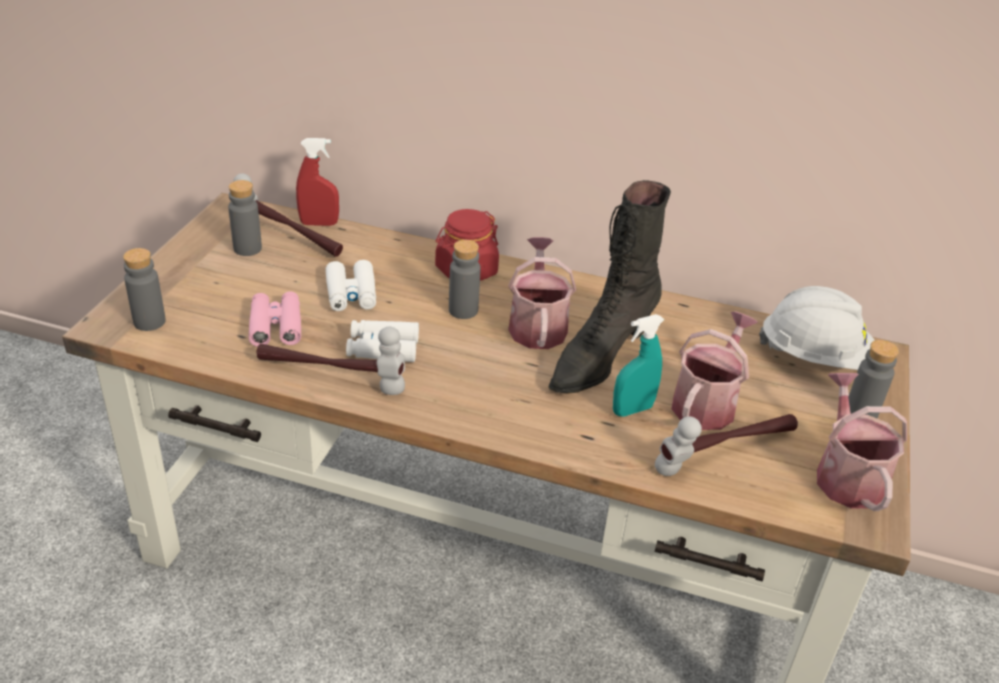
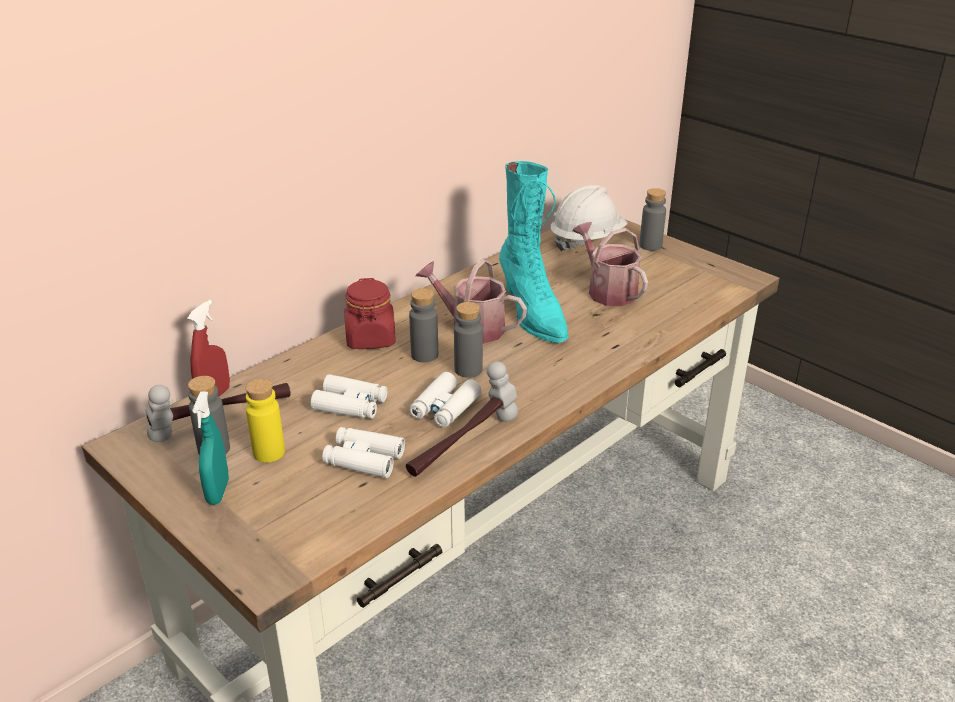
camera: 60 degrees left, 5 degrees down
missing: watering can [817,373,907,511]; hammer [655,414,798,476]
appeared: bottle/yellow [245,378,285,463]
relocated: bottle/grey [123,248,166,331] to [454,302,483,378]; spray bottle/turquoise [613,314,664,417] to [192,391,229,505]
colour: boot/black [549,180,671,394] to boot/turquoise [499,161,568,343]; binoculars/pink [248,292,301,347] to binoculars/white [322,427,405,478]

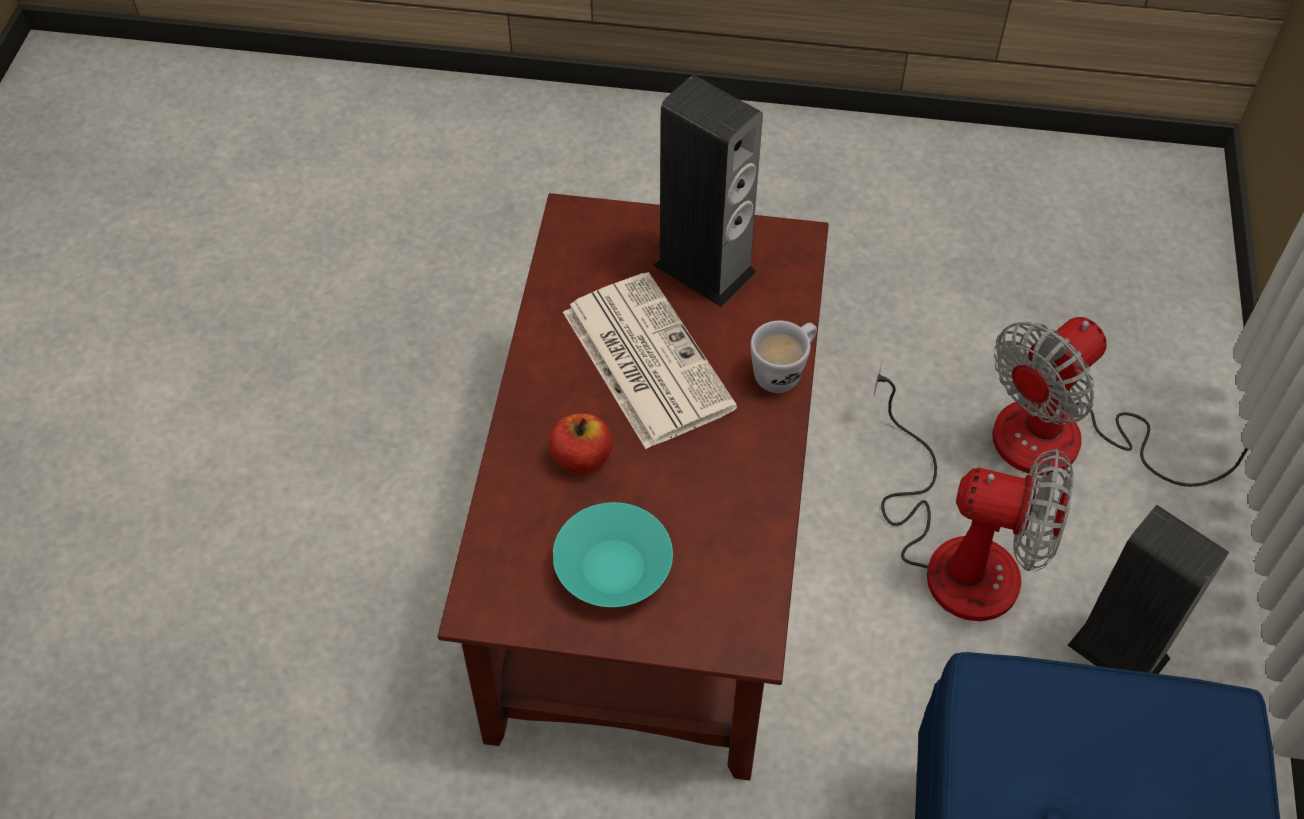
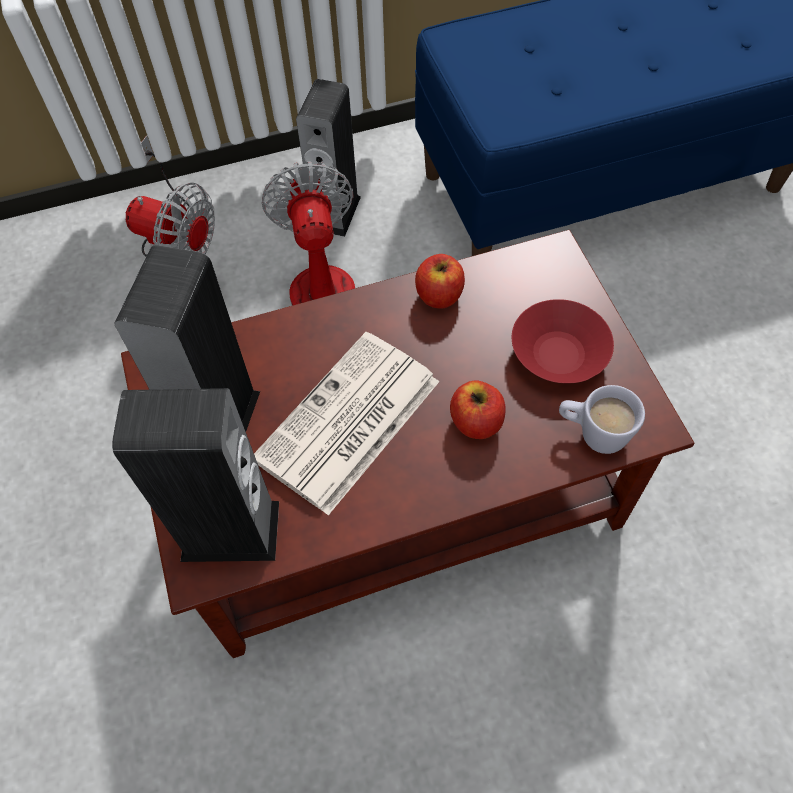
camera: 115 degrees left, 5 degrees up
appeared: apple [415,254,465,309]; speaker [112,388,279,562]
relocated: mug/white [750,320,817,393] to [559,385,645,454]
colour: bowl/turquoise [553,502,673,607] to bowl/red [512,299,614,383]

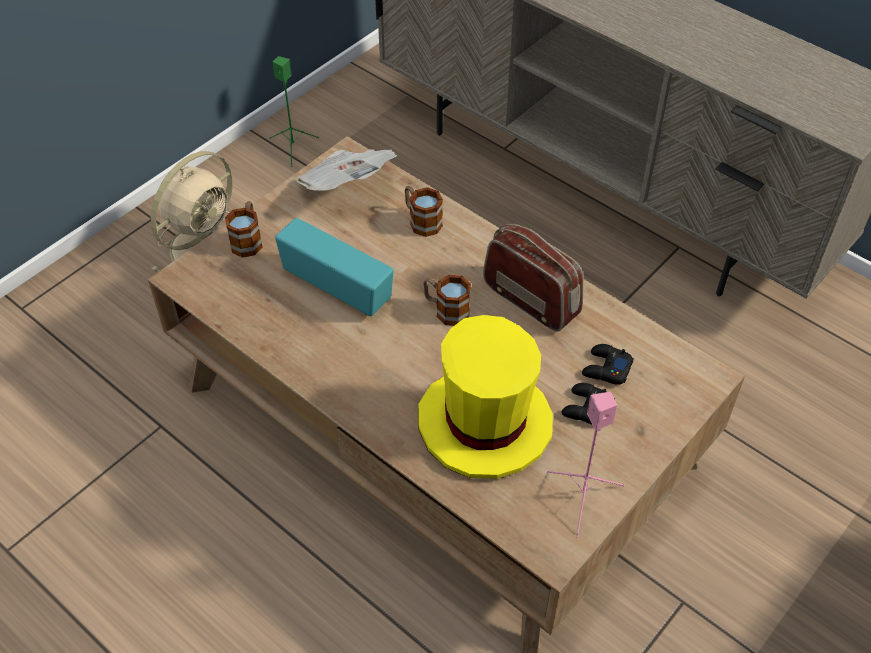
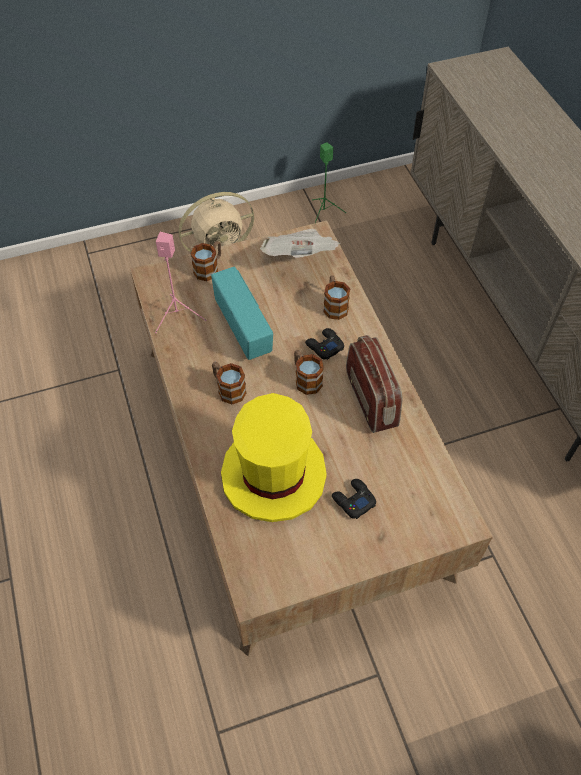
camera: 30 degrees right, 5 degrees up
appeared: mug [212,362,246,404]
relocated: game controller/black [582,344,634,385] to [305,328,344,360]; speaker/pink [546,392,625,537] to [155,232,206,333]

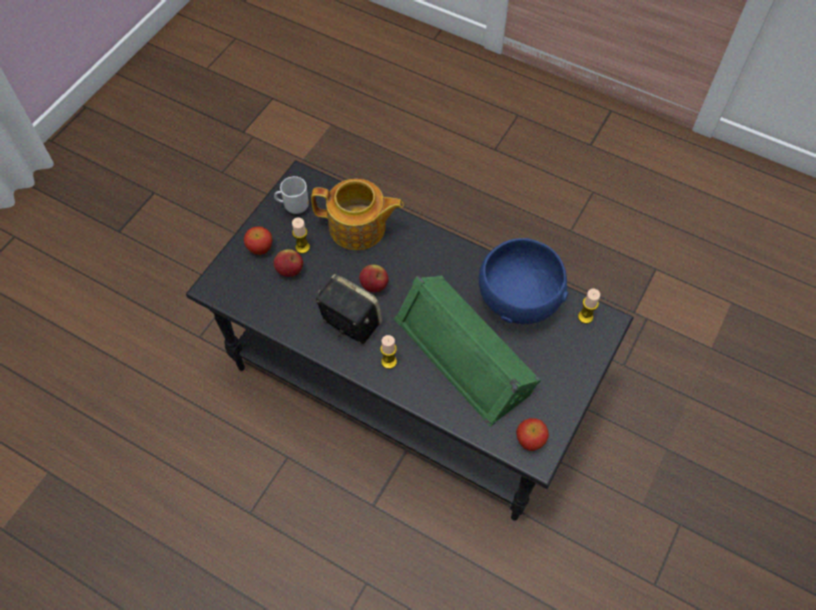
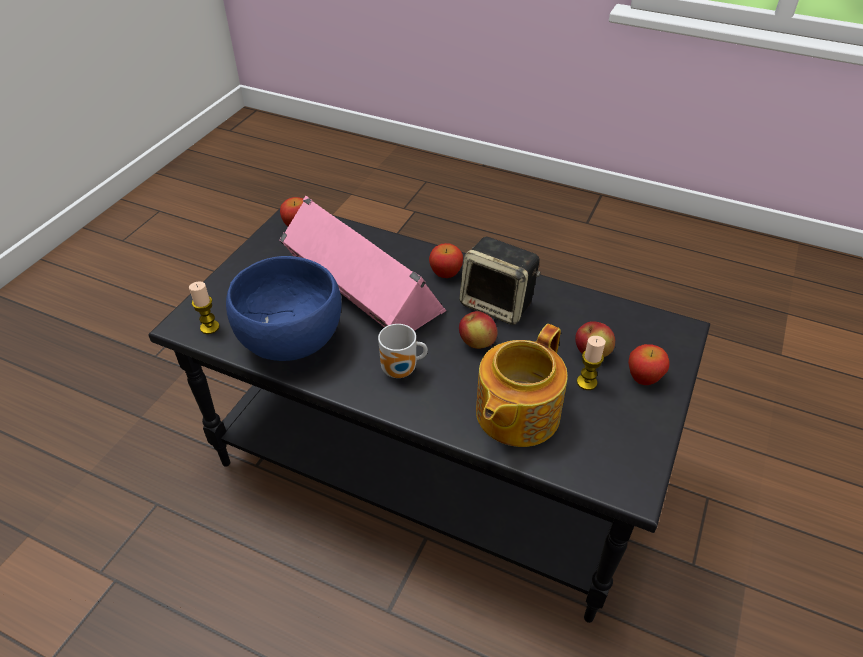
camera: 175 degrees right, 15 degrees down
relocated: mug [274,176,309,214] to [378,324,428,378]
exchanged: candle [380,335,397,369] to apple [429,243,463,278]
colour: speaker/green [394,276,541,427] to speaker/pink [280,196,446,331]
spun: teapot [311,179,404,250] = [476,324,568,447] 60 degrees counterclockwise

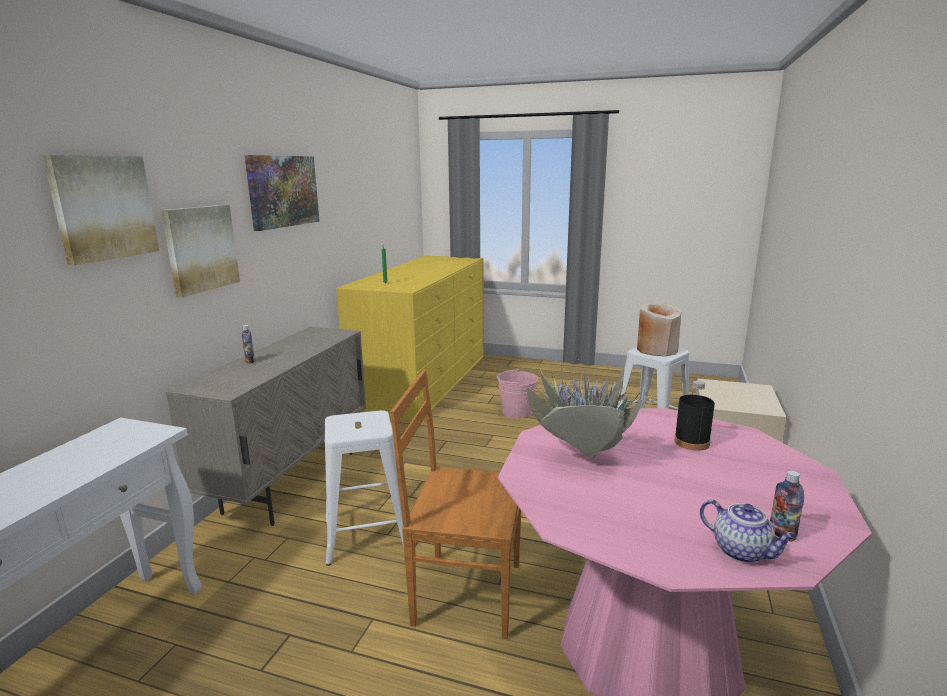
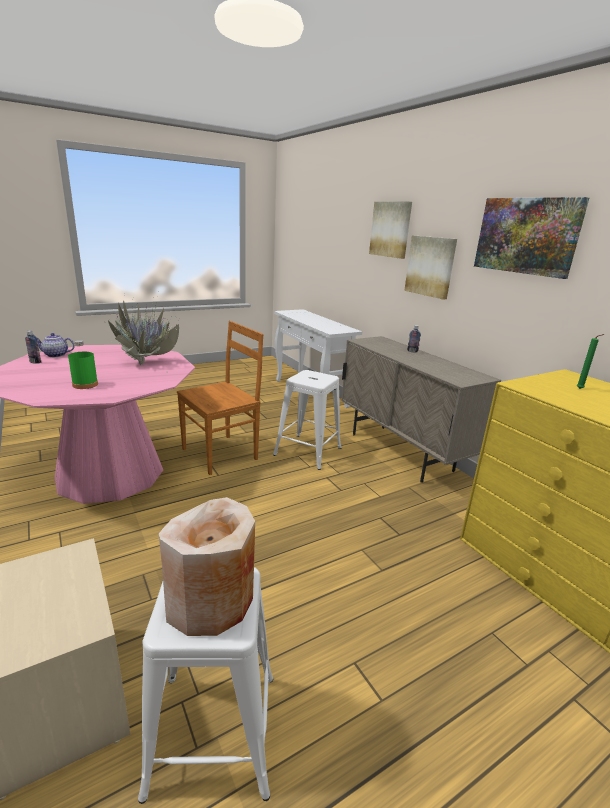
camera: 130 degrees right, 5 degrees up
missing: bucket/pink [497,369,538,419]
colour: bottle/black [674,380,715,451] to bottle/green [68,340,98,389]

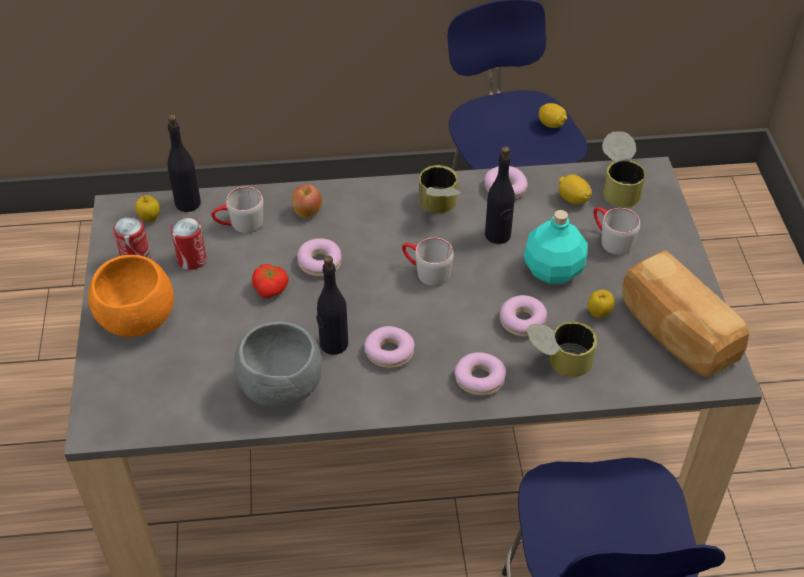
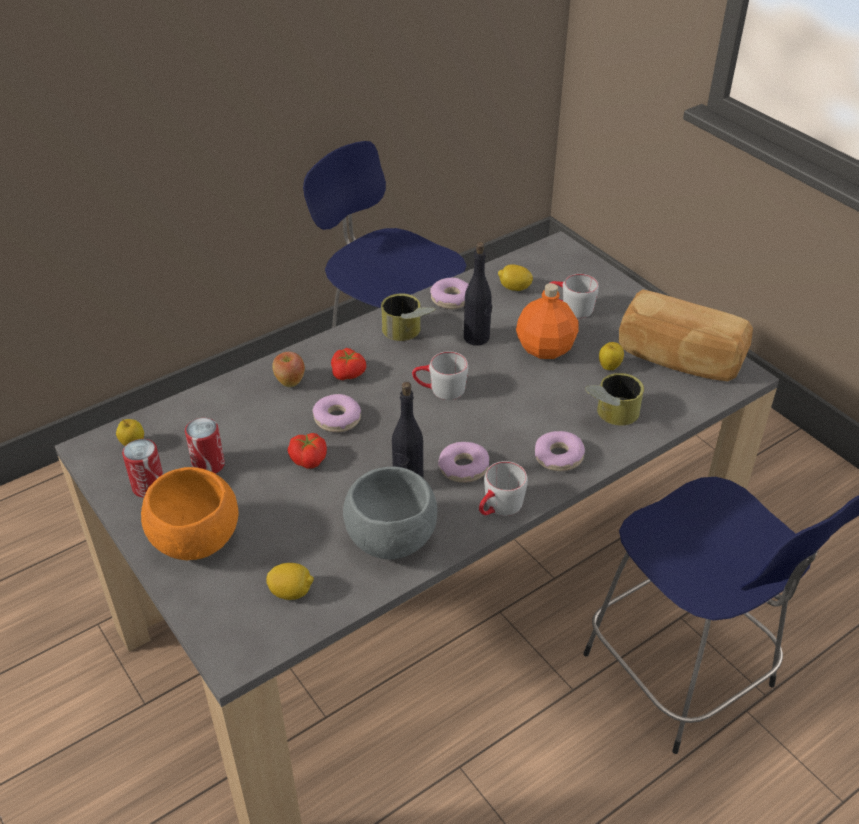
camera: 30 degrees left, 5 degrees down
missing: bottle/black [168,115,201,212]; can [602,131,646,208]; donut [500,295,547,337]
appeared: tomato [331,348,366,380]
relocated: lemon [539,103,567,128] to [266,563,314,600]; mug/grey [211,187,263,233] to [479,461,528,516]
colour: bottle/turquoise [523,210,588,284] to bottle/orange [516,283,579,359]

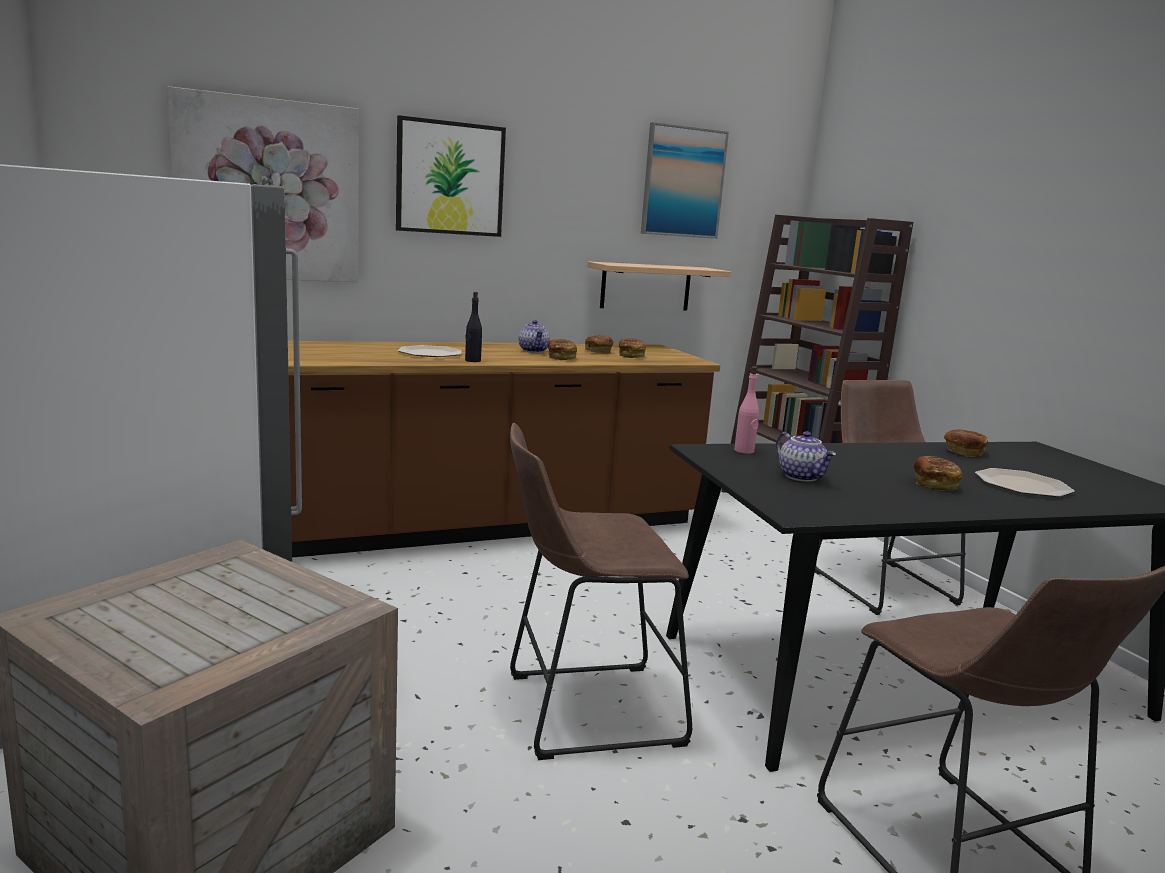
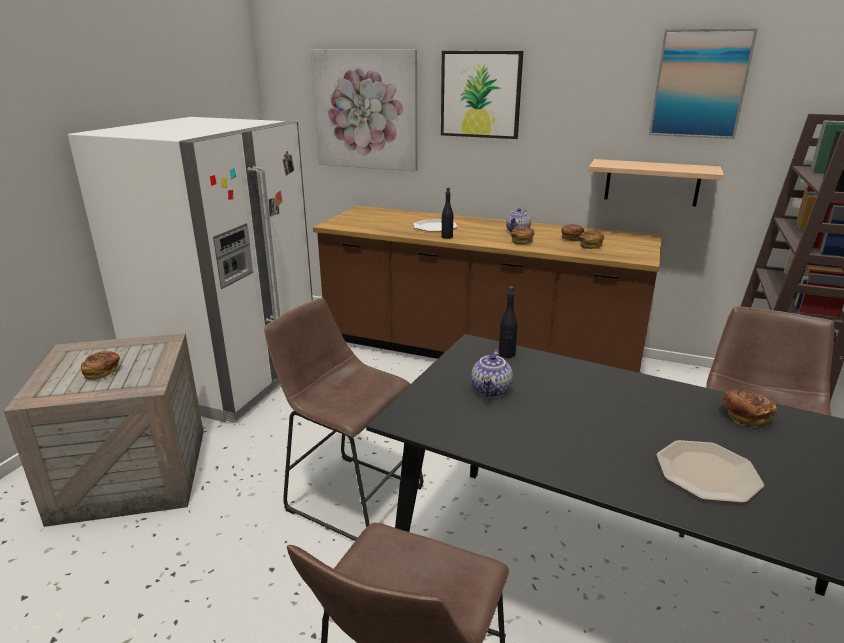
camera: 45 degrees right, 10 degrees up
relocated: bread [914,456,963,491] to [81,351,120,380]
colour: bottle/pink [734,366,759,454] to bottle/black [499,286,518,358]

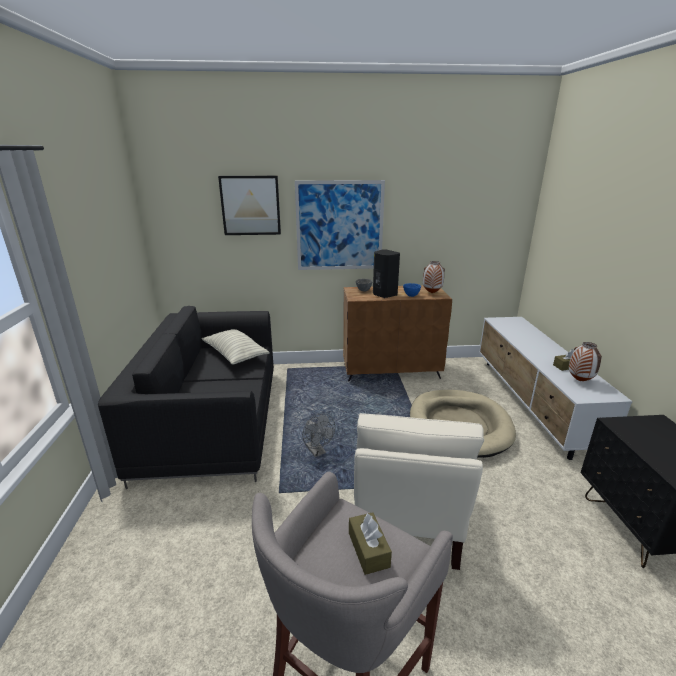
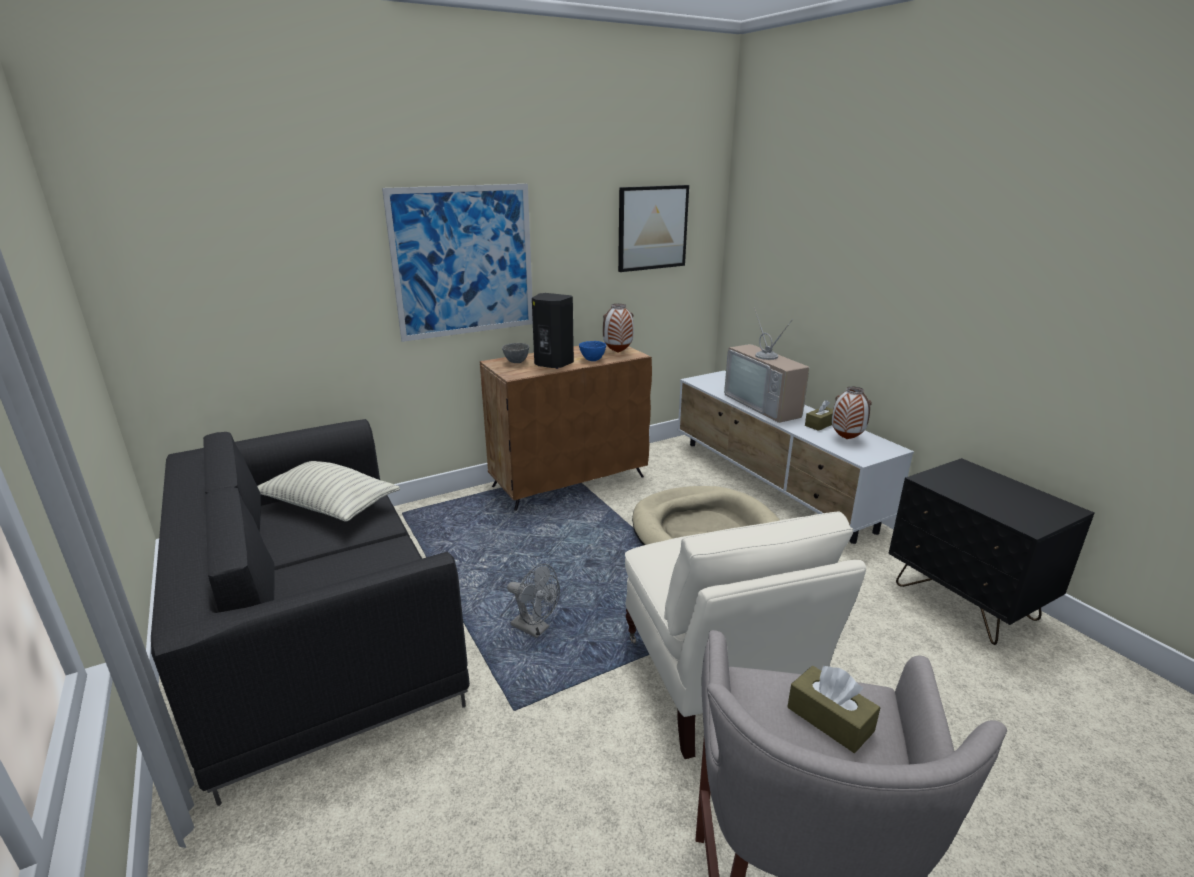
camera: 25 degrees left, 0 degrees up
appeared: television [724,307,809,423]
relocated: picture [218,176,281,235] to [618,185,689,272]

